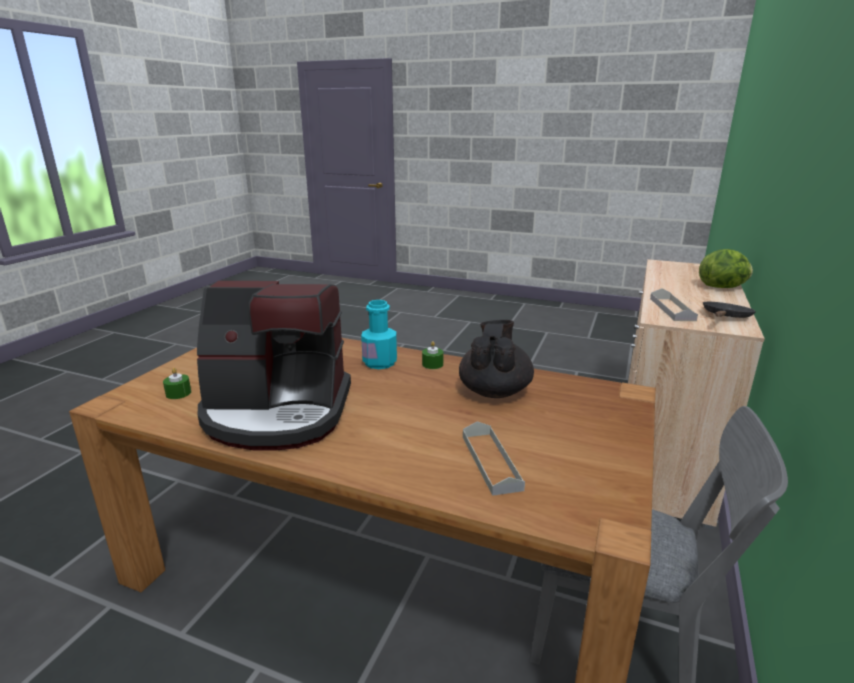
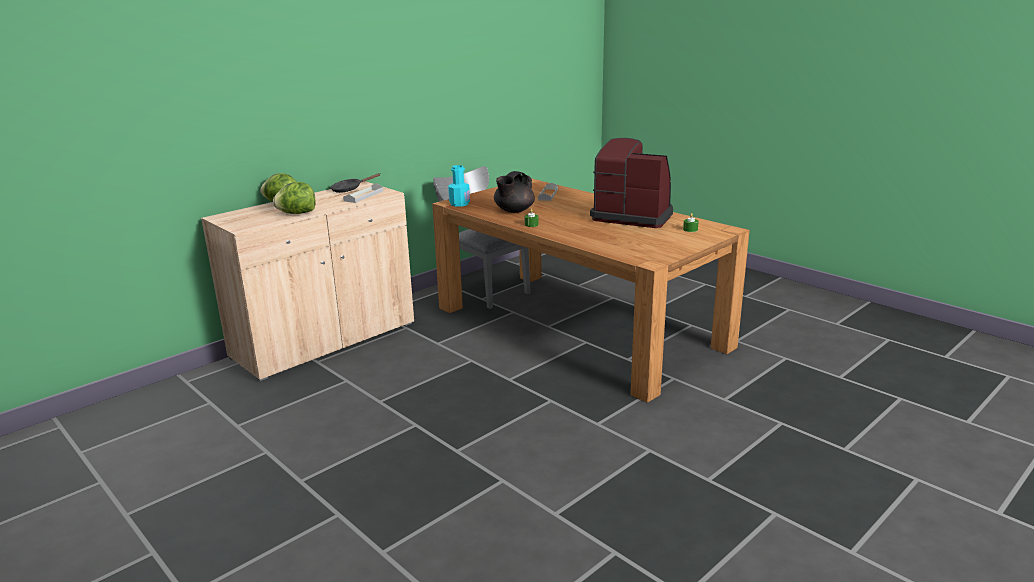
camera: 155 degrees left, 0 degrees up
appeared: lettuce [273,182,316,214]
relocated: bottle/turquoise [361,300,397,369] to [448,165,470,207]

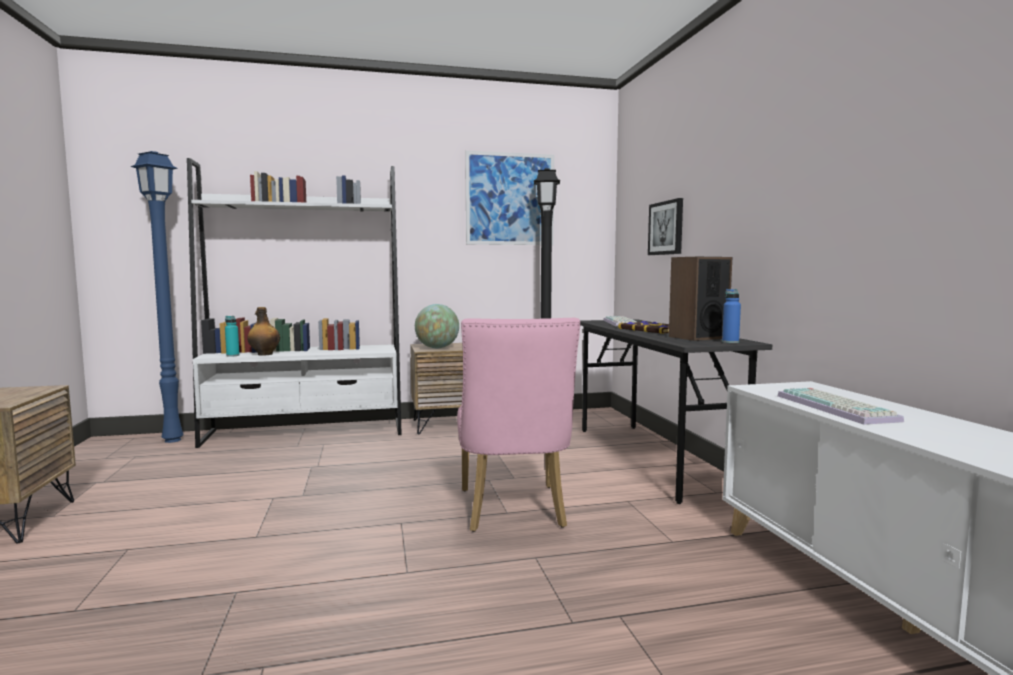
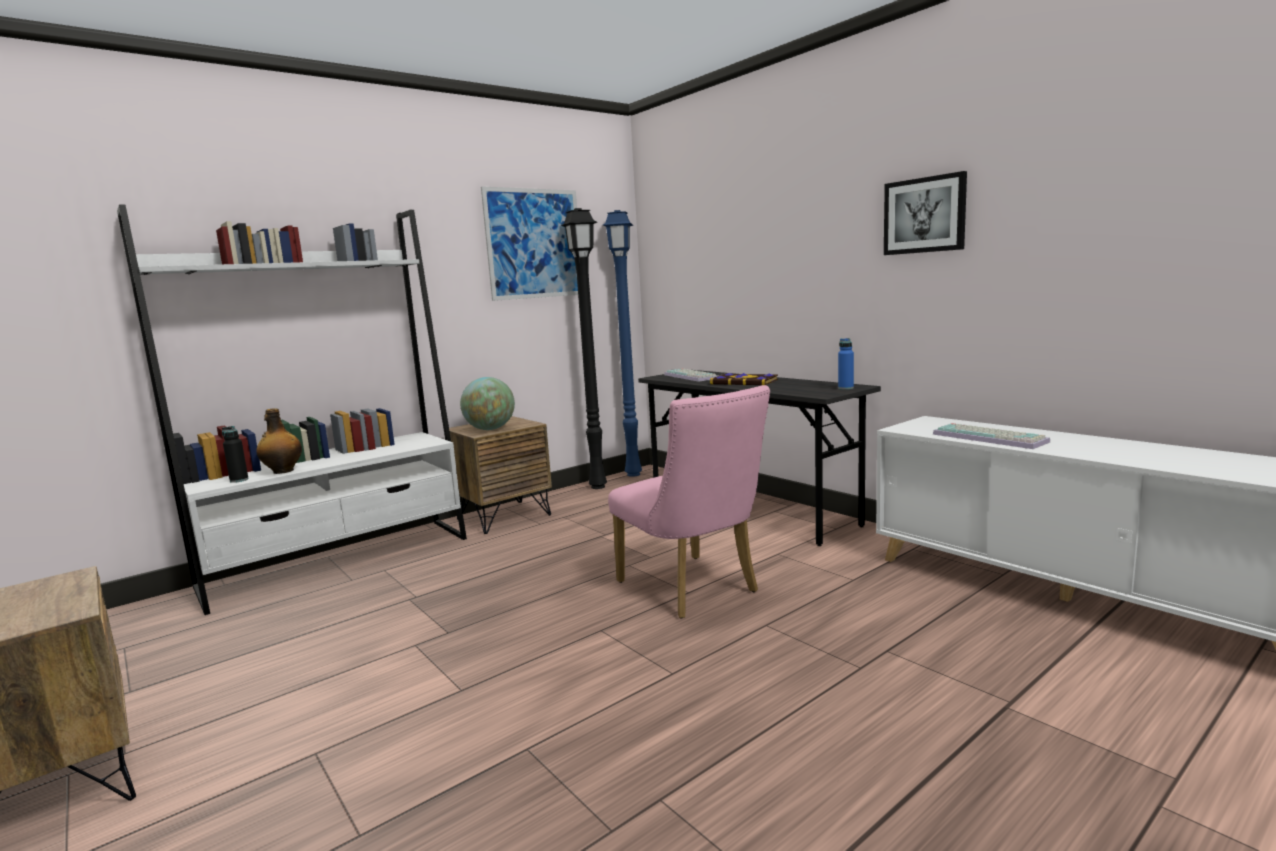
camera: 25 degrees left, 5 degrees up
missing: speaker [669,257,732,341]
relocated: floor lamp/blue [130,151,184,443] to [603,210,642,477]; picture [648,198,683,255] to [884,171,967,255]
colour: bottle/turquoise [225,316,240,357] to bottle/black [222,426,248,483]

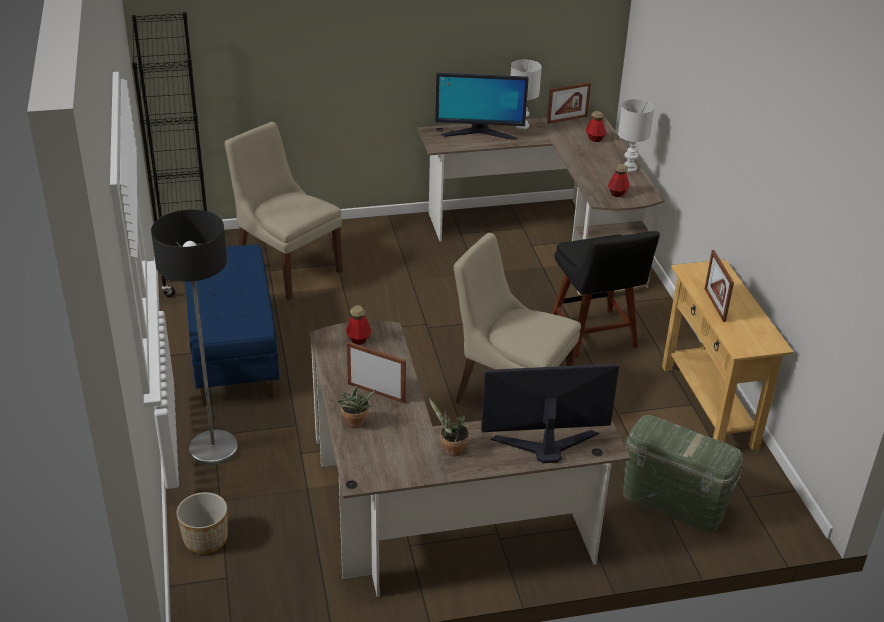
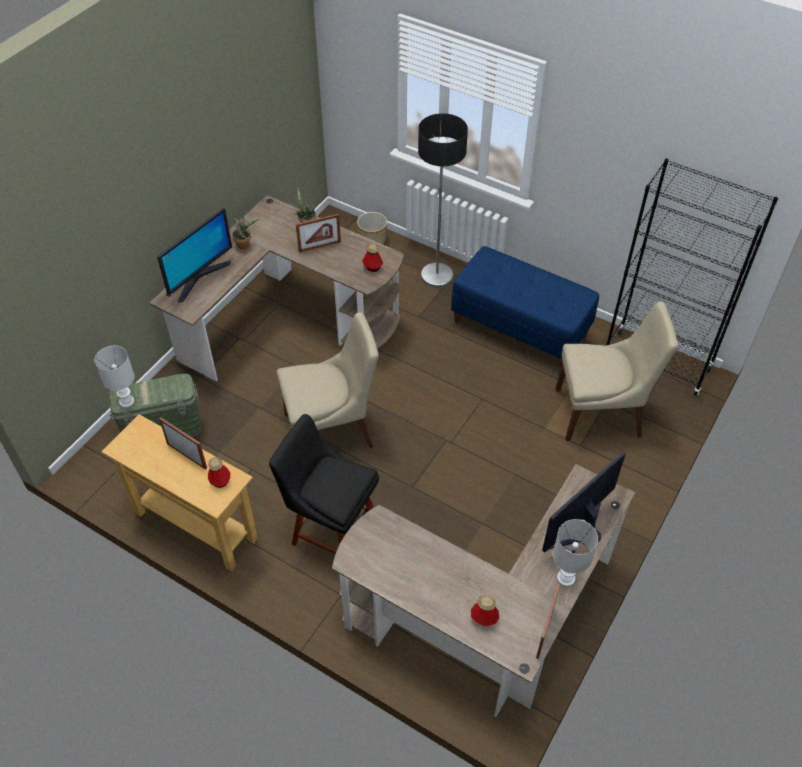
camera: 135 degrees right, 15 degrees up
relocated: table lamp/white [618,99,654,172] to [94,346,135,408]; bottle [608,164,629,197] to [208,457,230,488]

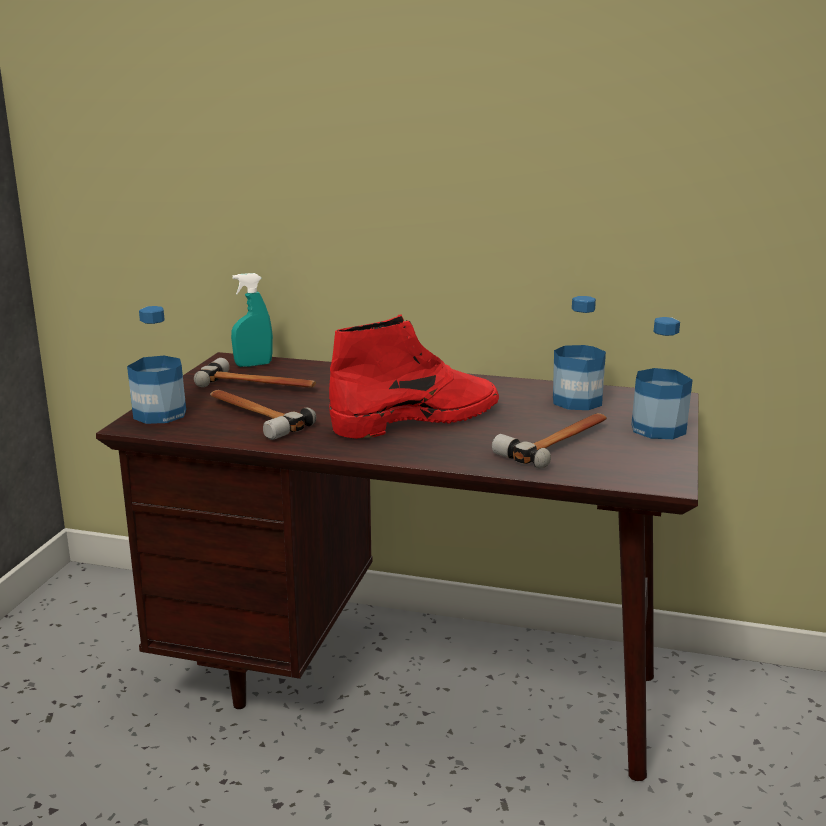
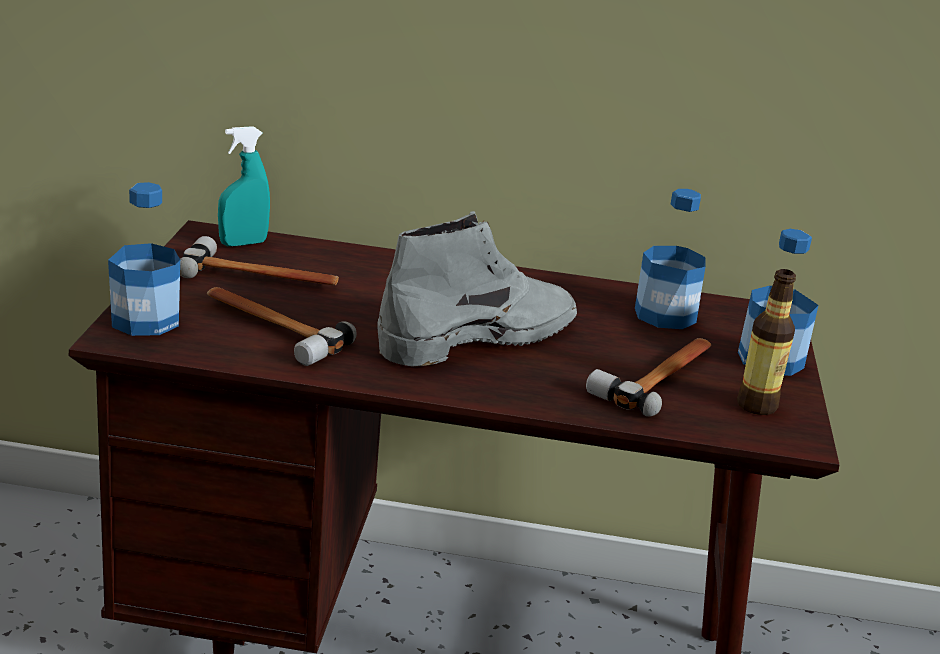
camera: 10 degrees left, 5 degrees up
appeared: bottle [737,269,796,415]
colour: boot/red [329,314,499,439] to boot/grey [377,211,577,367]

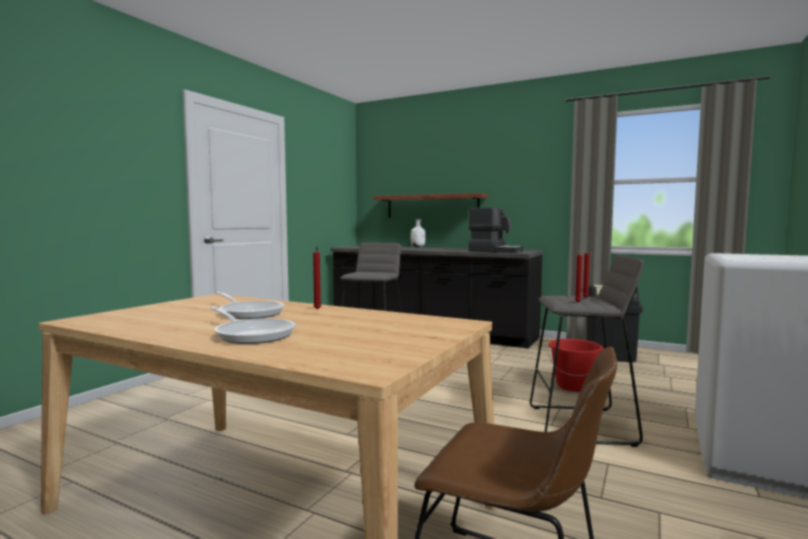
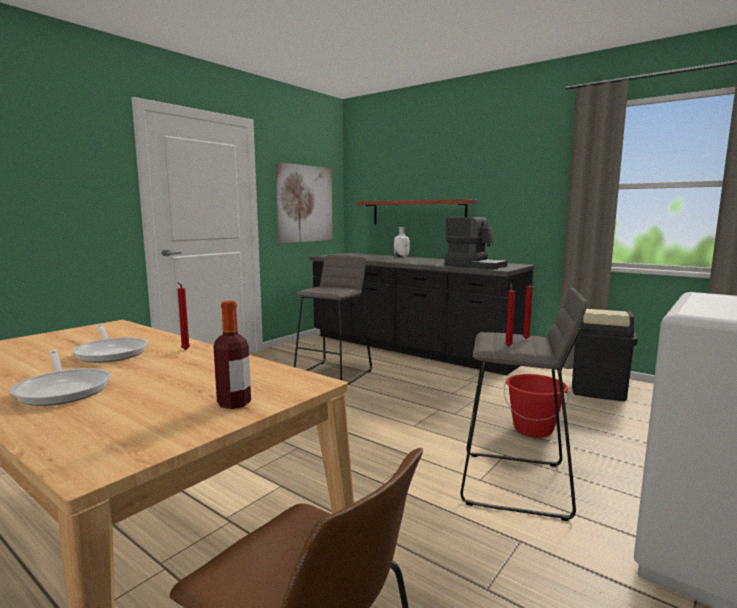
camera: 10 degrees right, 5 degrees up
appeared: picture [276,162,333,243]; bottle [213,301,251,409]

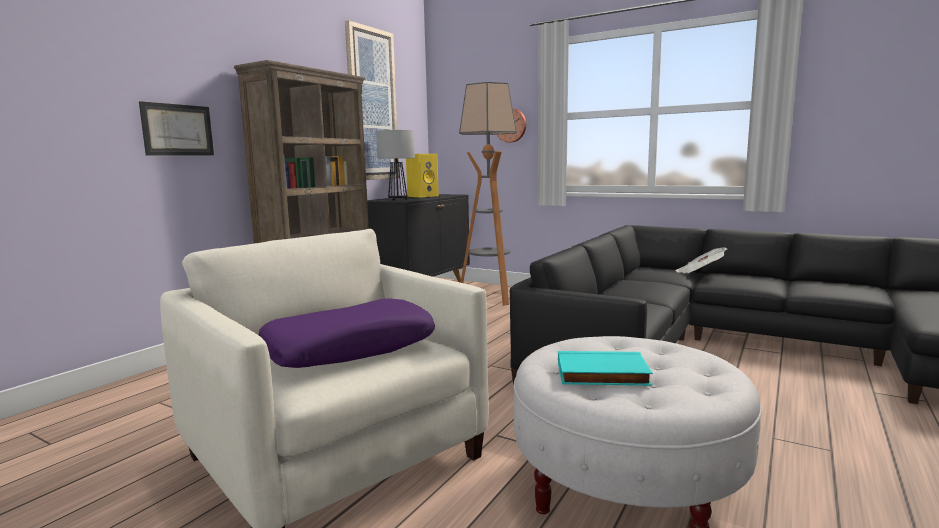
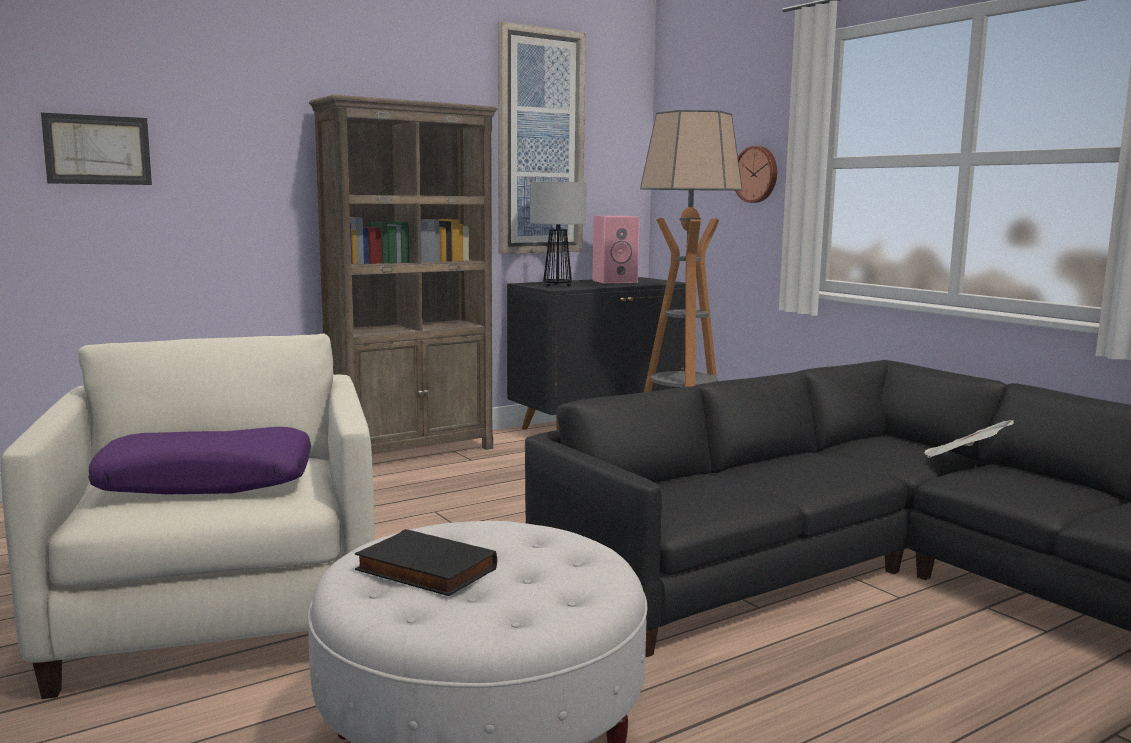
camera: 25 degrees right, 0 degrees up
relocated: picture [139,101,214,155] to [41,113,152,185]
colour: speaker/yellow [406,154,439,197] to speaker/pink [592,216,640,283]; book/turquoise [558,351,653,386] to book/black [355,529,497,596]

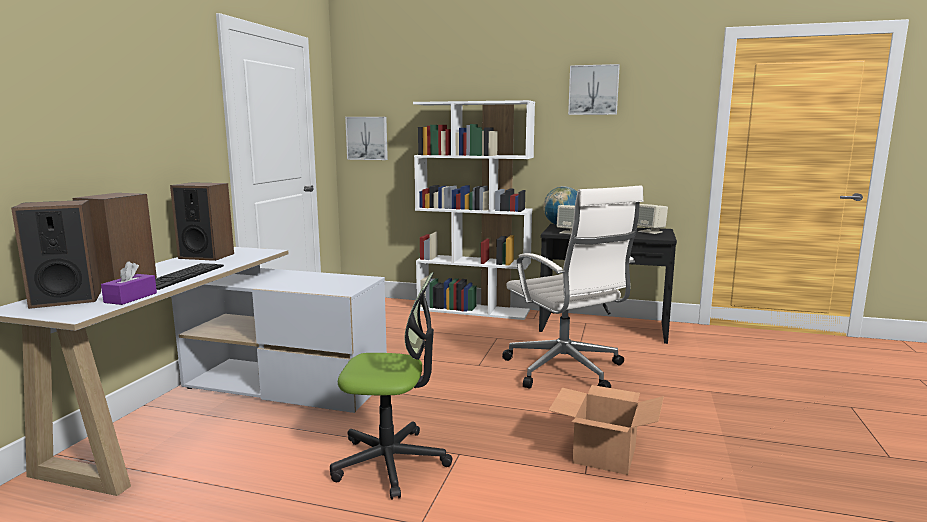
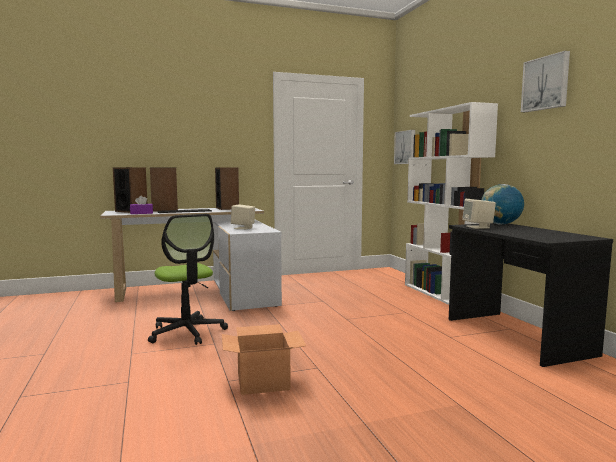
camera: 55 degrees right, 5 degrees down
missing: office chair/white [502,186,643,389]
relocated: speaker/beige [637,204,668,234] to [231,204,255,229]

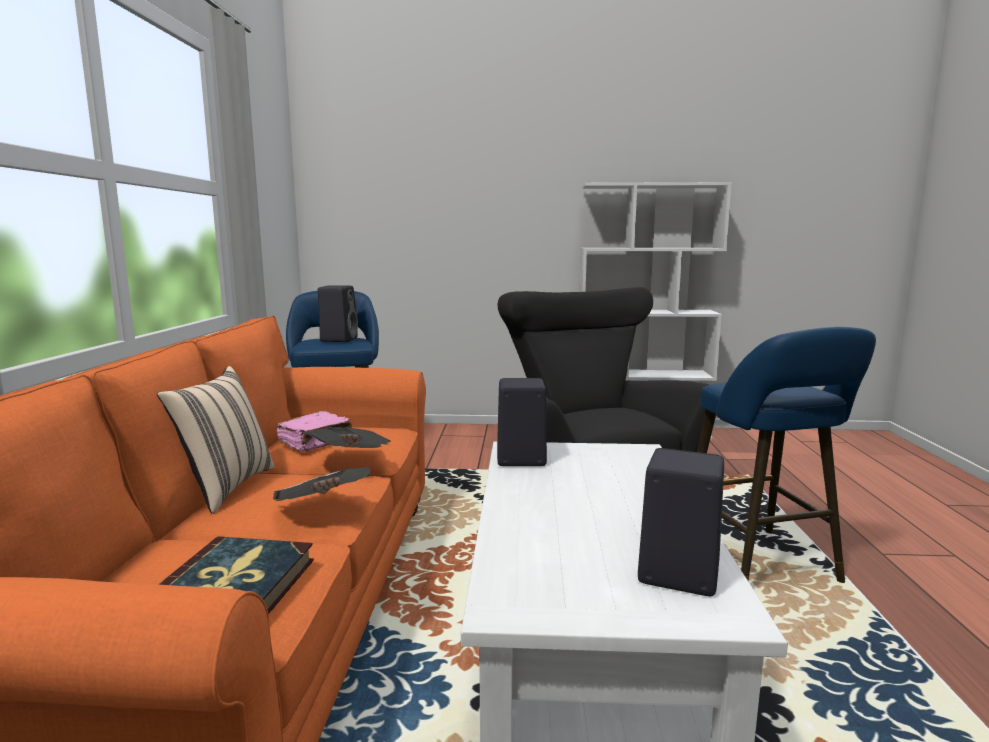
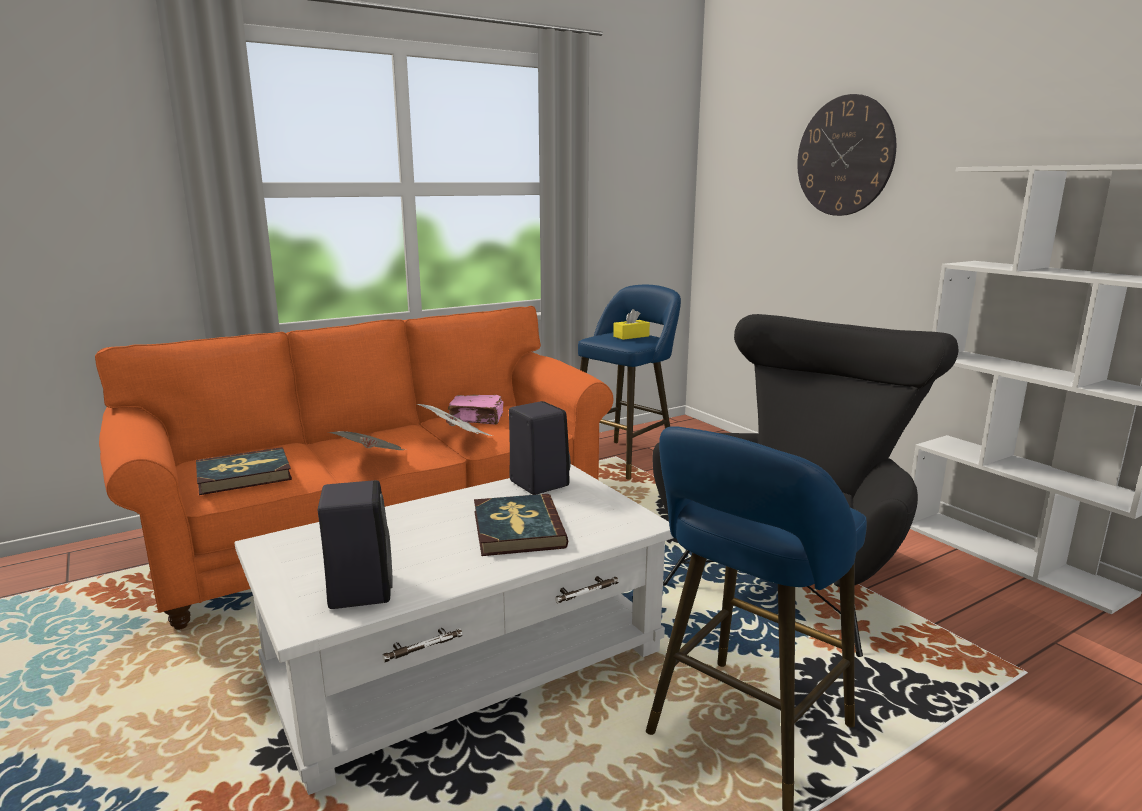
camera: 55 degrees right, 5 degrees up
missing: pillow/beige [157,366,275,514]
appeared: wall clock [797,94,896,216]; book [474,494,568,556]
exchanged: speaker/black [318,285,358,342] to tissue box/yellow [613,309,650,340]

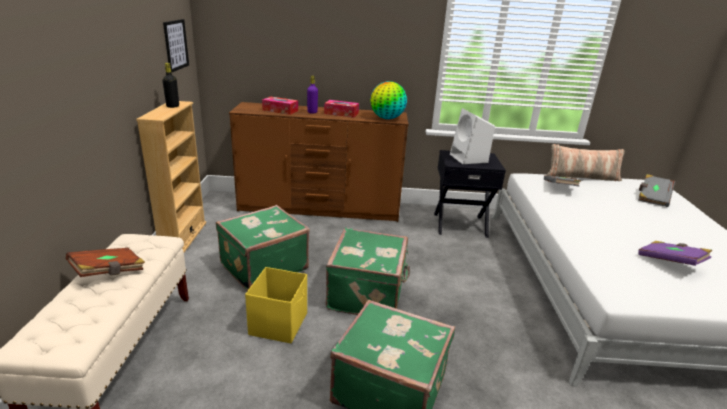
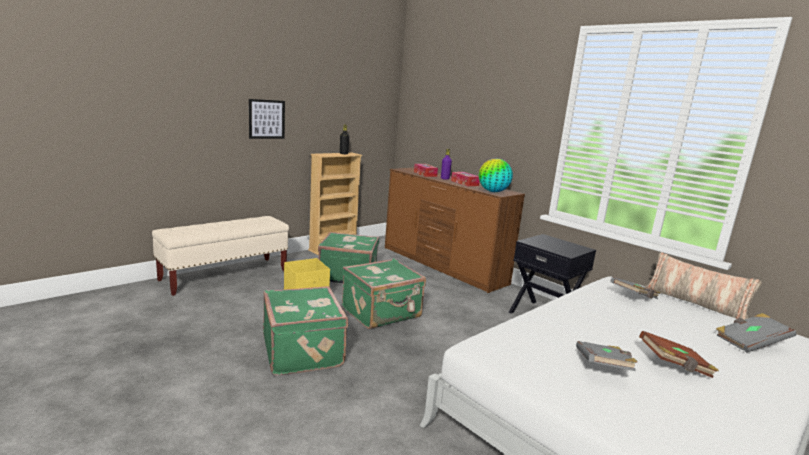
camera: 45 degrees right, 10 degrees down
missing: speaker/white [450,108,495,164]
relocated: picture [163,19,189,73] to [249,99,285,139]; book/brown [66,248,145,277] to [639,331,719,378]
colour: book/purple [638,241,712,266] to book/grey [576,341,637,371]

